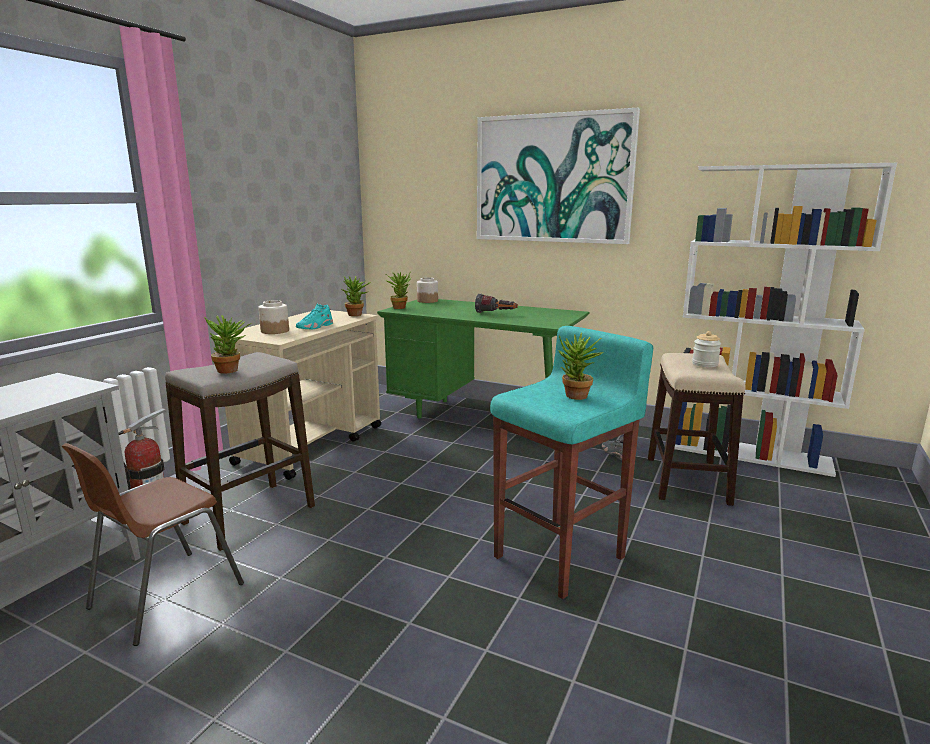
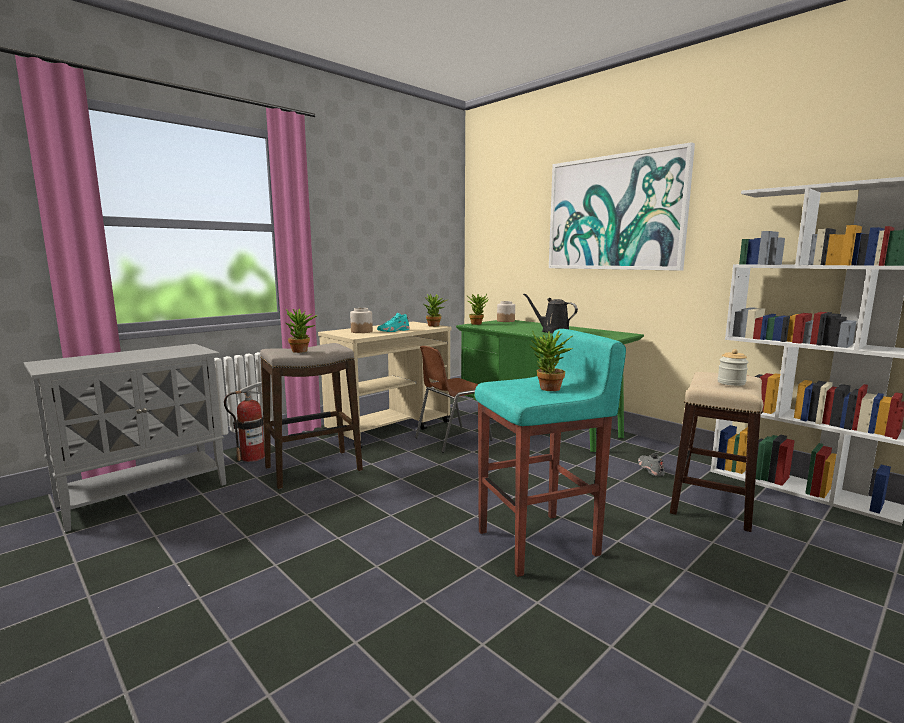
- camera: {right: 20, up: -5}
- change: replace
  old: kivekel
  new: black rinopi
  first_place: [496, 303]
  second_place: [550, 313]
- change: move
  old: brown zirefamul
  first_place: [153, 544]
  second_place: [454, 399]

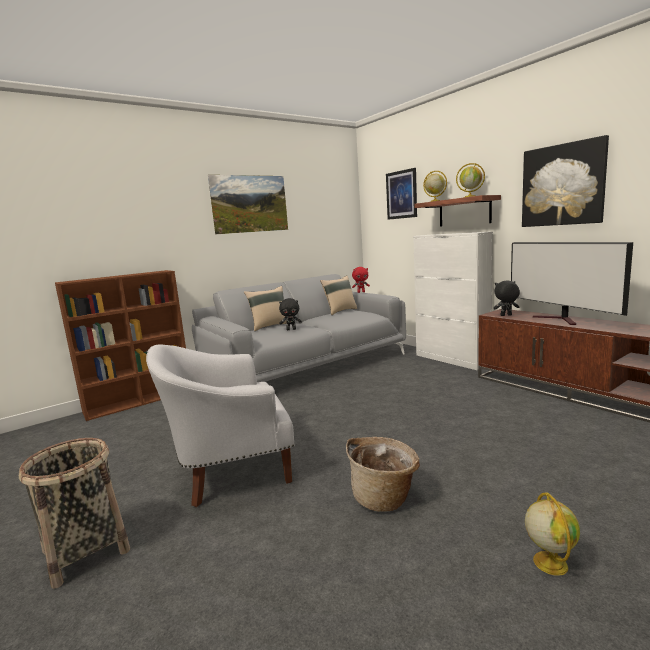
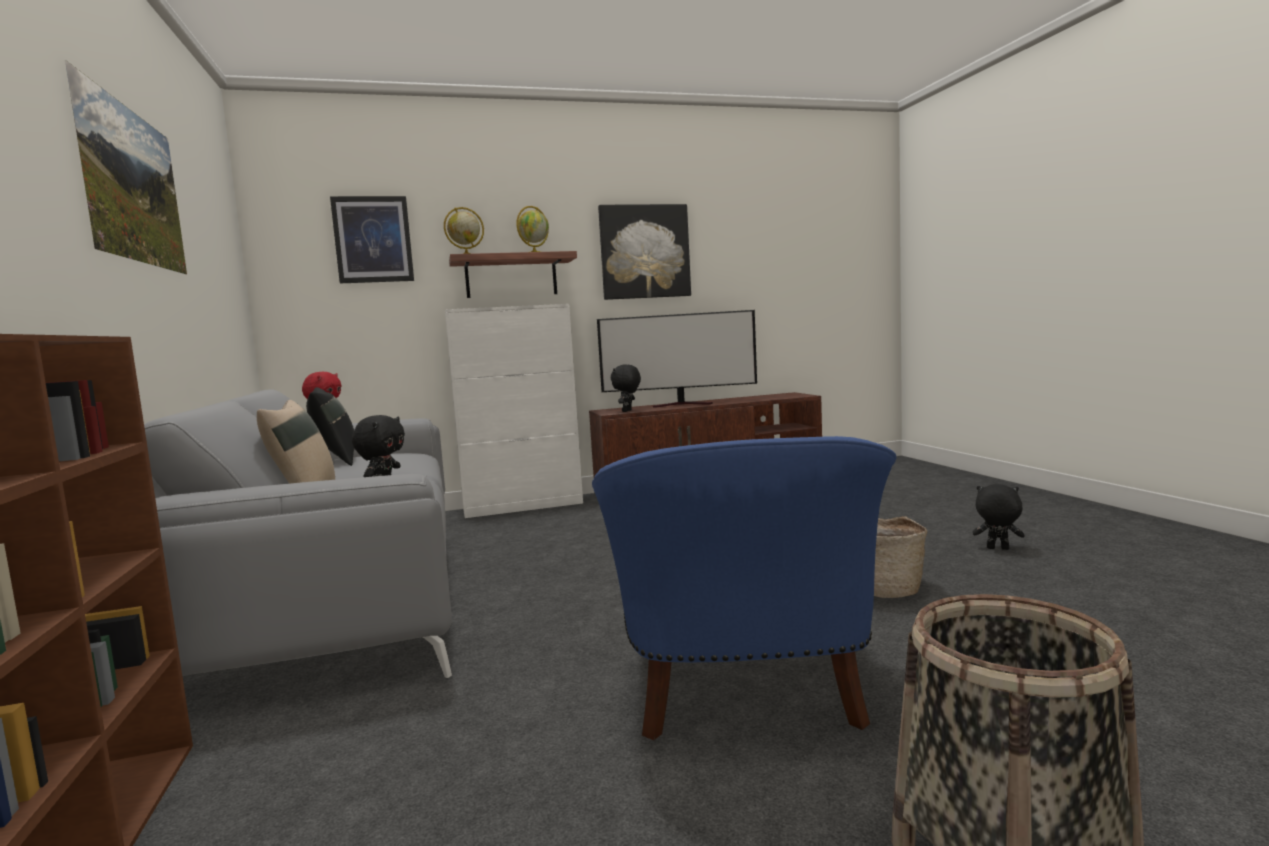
- camera: {right: -70, up: -5}
- change: recolor
  old: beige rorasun
  new: black rorasun
  first_place: [338, 295]
  second_place: [330, 426]
- change: recolor
  old: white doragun
  new: blue doragun
  first_place: [220, 425]
  second_place: [744, 588]
- change: replace
  old: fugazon
  new: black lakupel
  first_place: [552, 534]
  second_place: [998, 517]

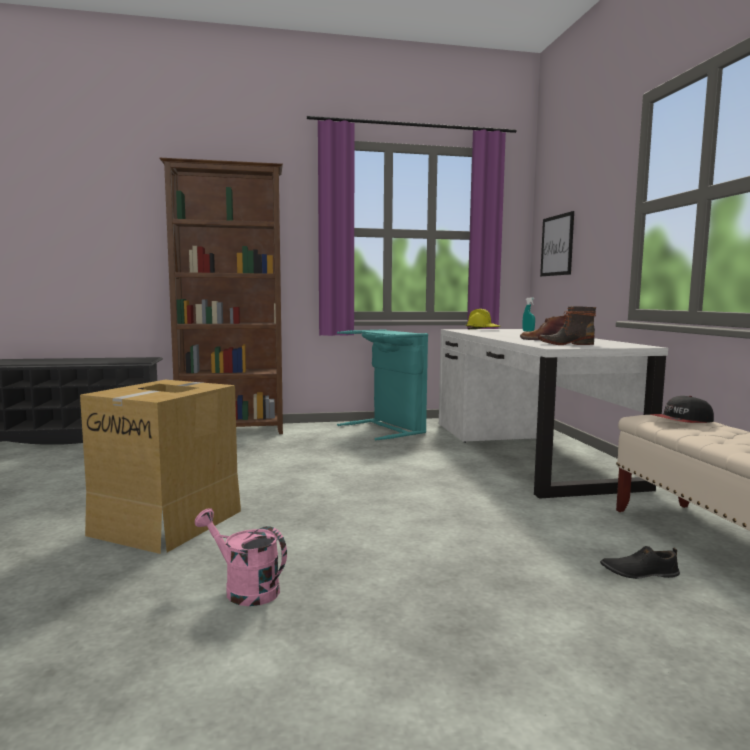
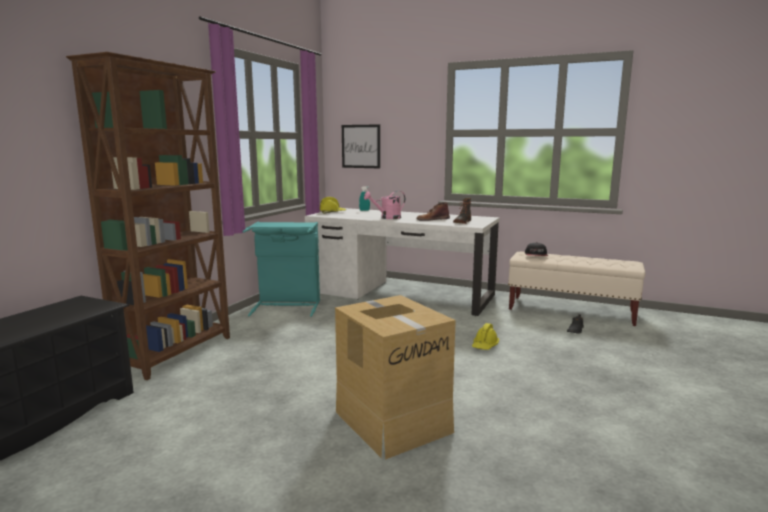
- camera: {right: -55, up: 5}
- change: move
  old: pink rinopi
  first_place: [241, 557]
  second_place: [384, 205]
- change: insert
  new: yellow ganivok
  second_place: [485, 336]

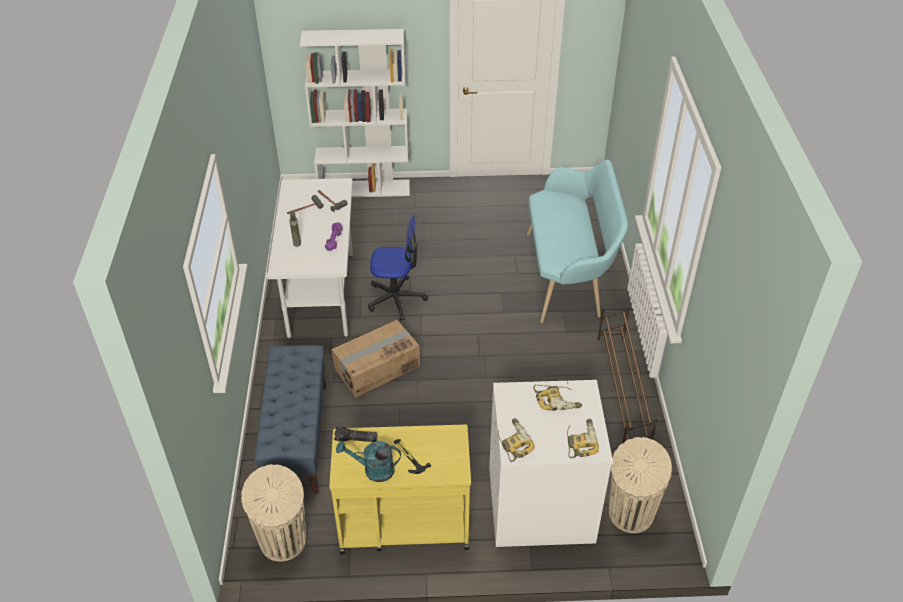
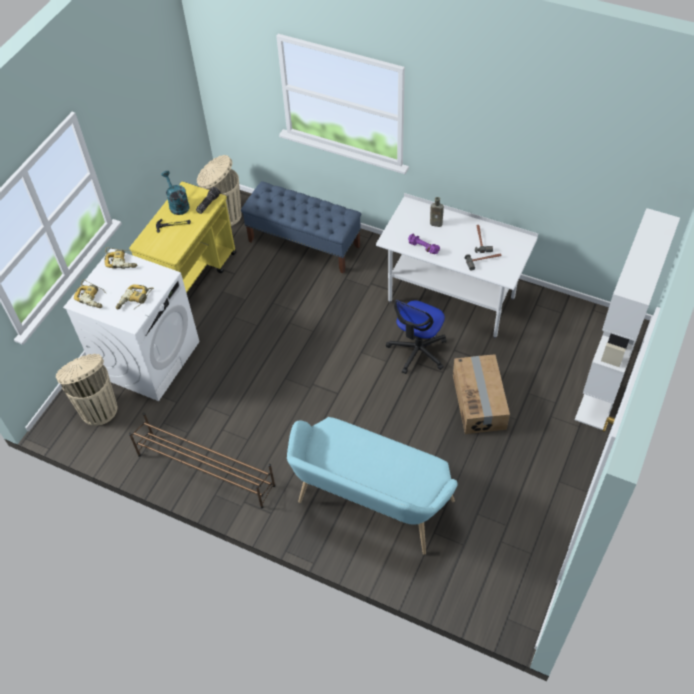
- camera: {right: 120, up: 10}
- change: move
  old: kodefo
  first_place: [376, 359]
  second_place: [481, 394]
- change: rotate
  old: turquoise rinopi
  first_place: [368, 461]
  second_place: [175, 193]
  degrees: -60

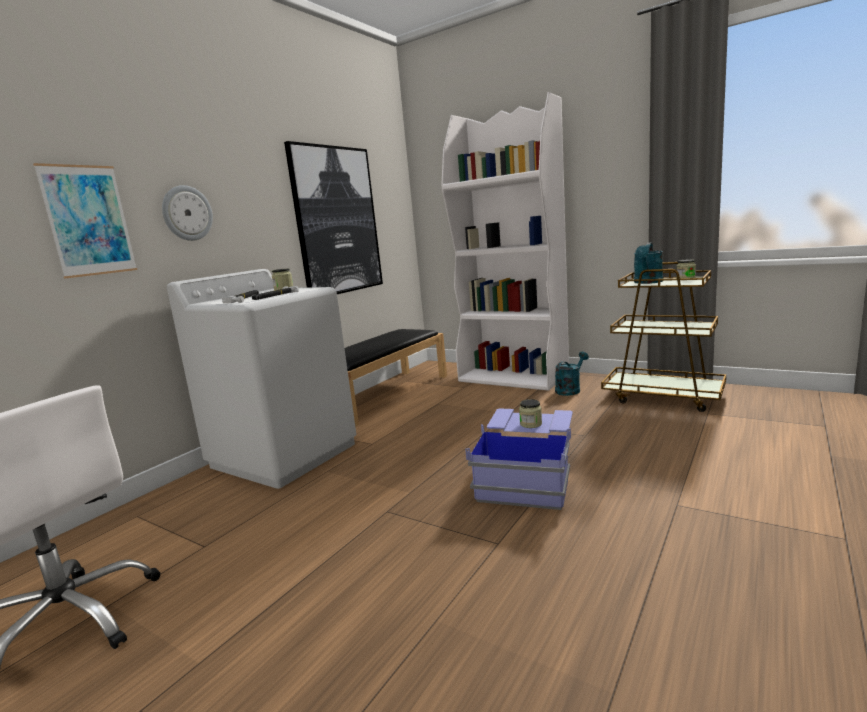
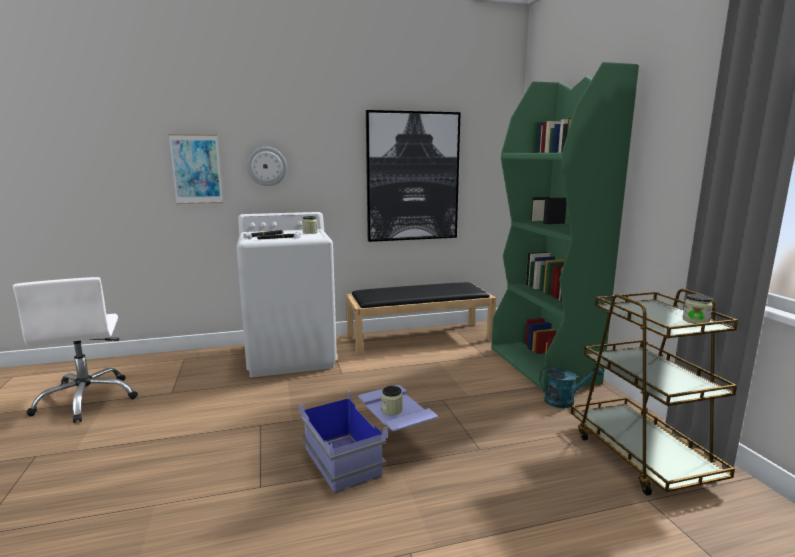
- camera: {right: 40, up: 0}
- change: recolor
  old: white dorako
  new: green dorako
  first_place: [505, 241]
  second_place: [565, 227]
- change: delete
  old: turquoise rinopi
  first_place: [648, 263]

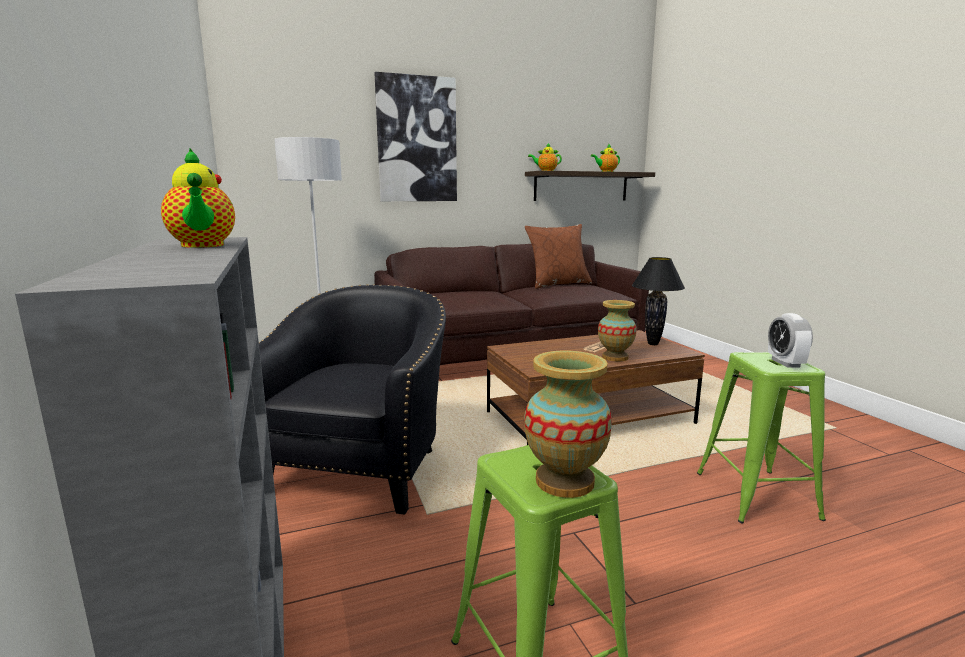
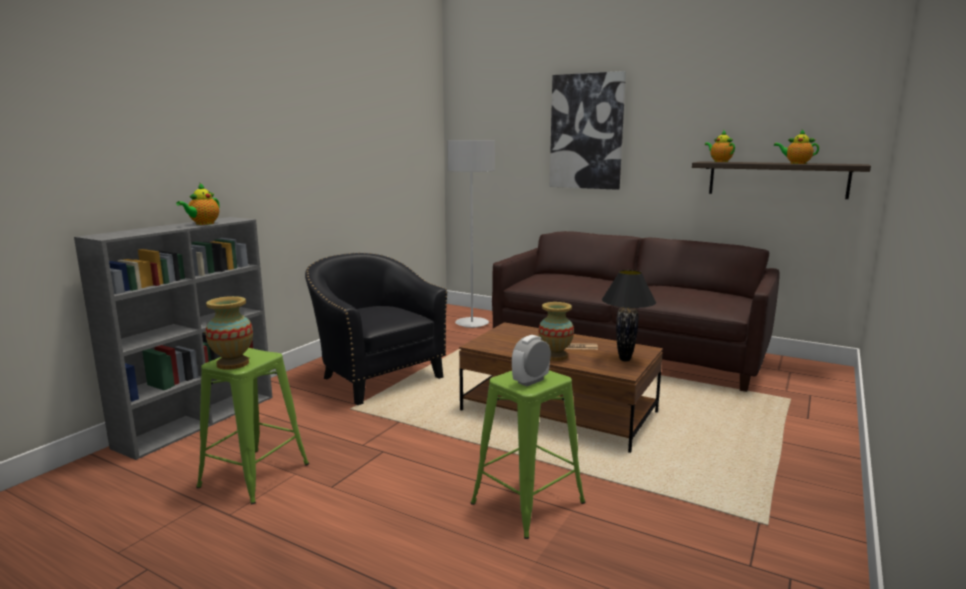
- camera: {right: 50, up: 0}
- change: delete
  old: brown rorasun
  first_place: [558, 256]
- change: rotate
  old: black doragun
  first_place: [352, 399]
  second_place: [376, 329]
  degrees: -105

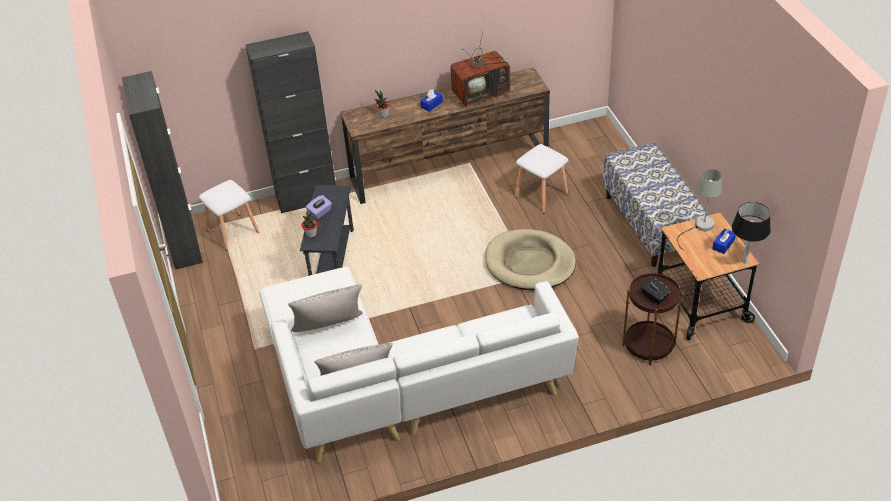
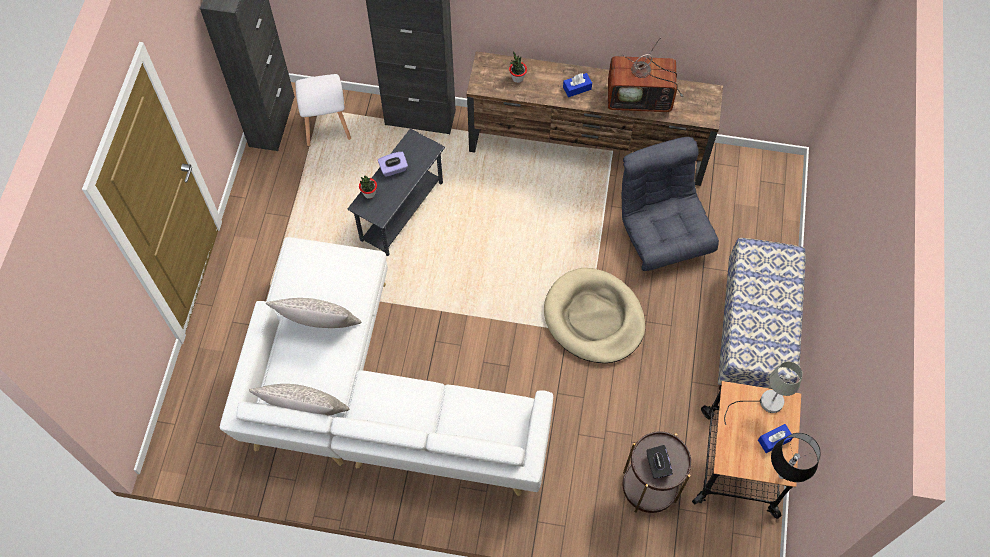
- camera: {right: 25, up: 20}
- change: replace
  old: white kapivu
  new: grey doragun
  first_place: [541, 178]
  second_place: [670, 204]

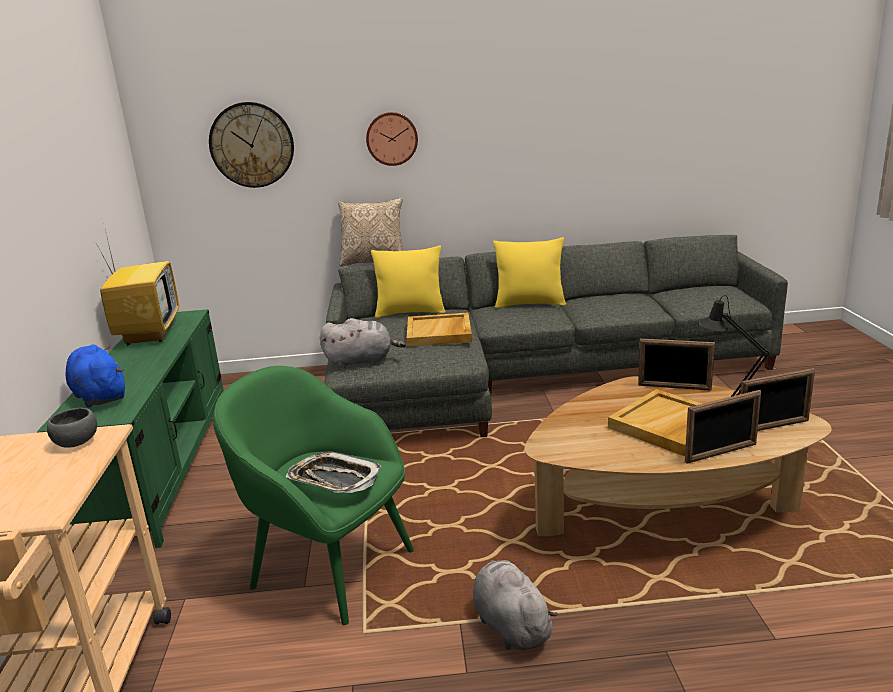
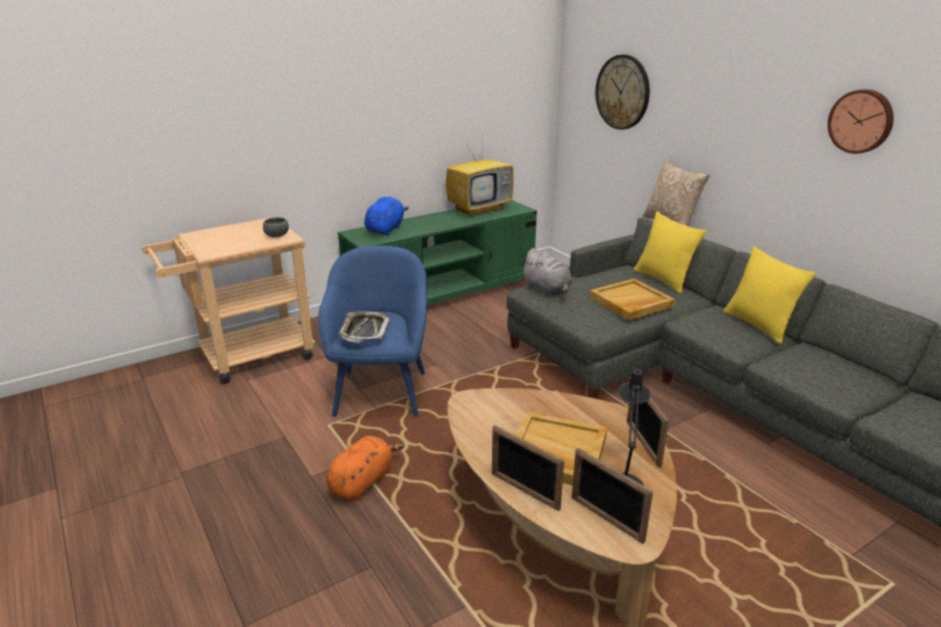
- camera: {right: 60, up: 5}
- change: move
  old: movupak
  first_place: [392, 139]
  second_place: [860, 121]
- change: recolor
  old: green doragun
  new: blue doragun
  first_place: [313, 495]
  second_place: [372, 331]
- change: recolor
  old: grey lakupel
  new: orange lakupel
  first_place: [515, 605]
  second_place: [365, 468]

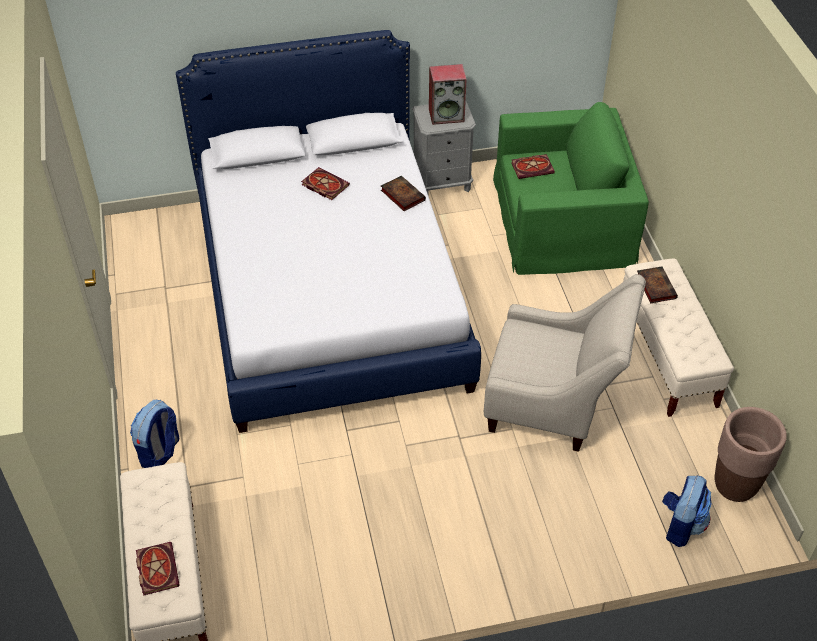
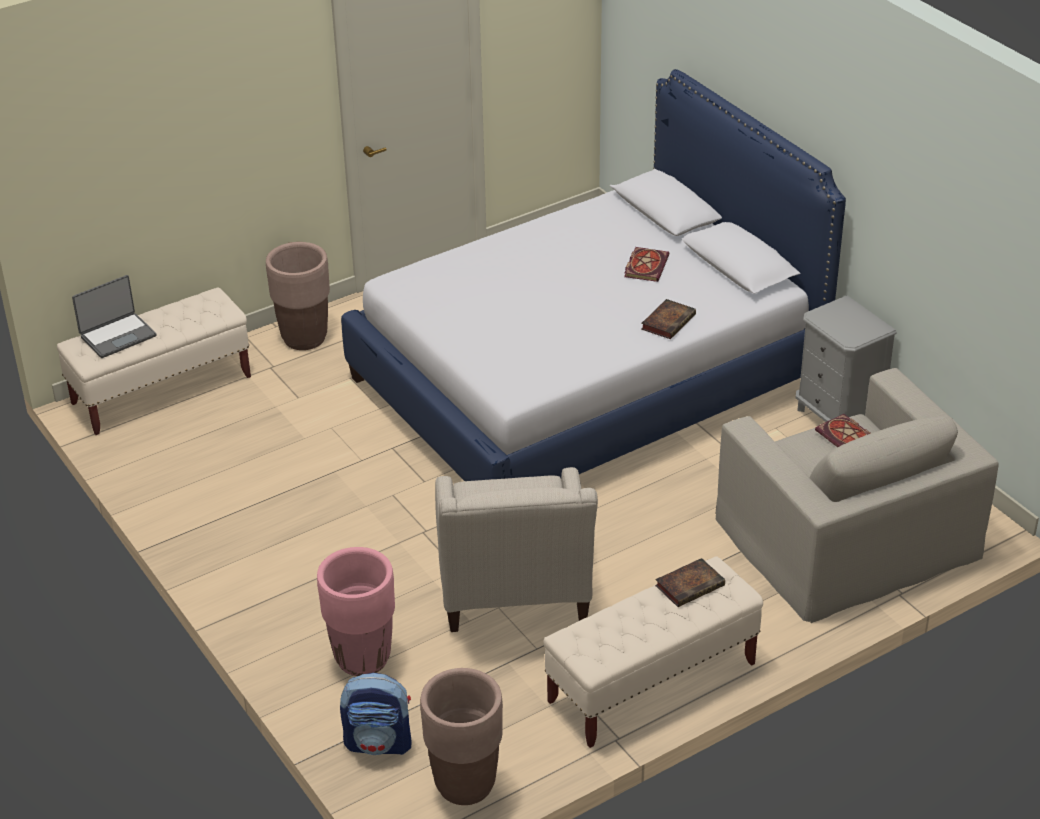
- camera: {right: 70, up: -10}
- change: delete
  old: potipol
  first_place: [448, 94]
- change: recolor
  old: green doragun
  new: beige doragun
  first_place: [571, 188]
  second_place: [857, 495]
- change: replace
  old: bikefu
  new: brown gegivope
  first_place: [154, 434]
  second_place: [298, 296]
- change: replace
  old: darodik
  new: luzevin
  first_place: [158, 569]
  second_place: [114, 316]
- change: insert
  new: pink gegivope
  second_place: [356, 611]

